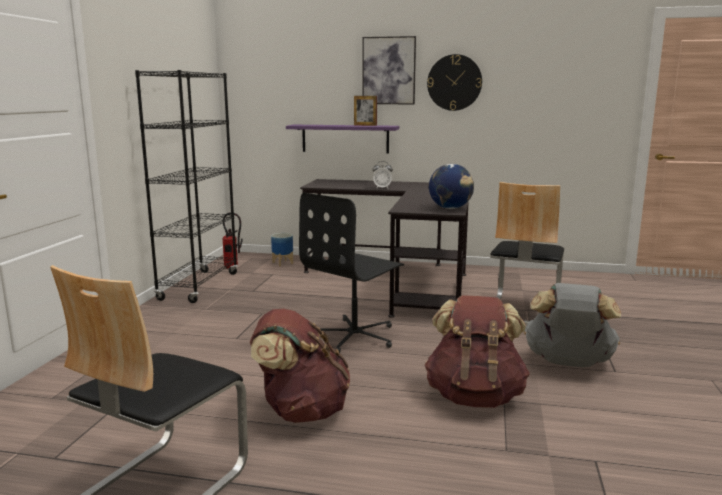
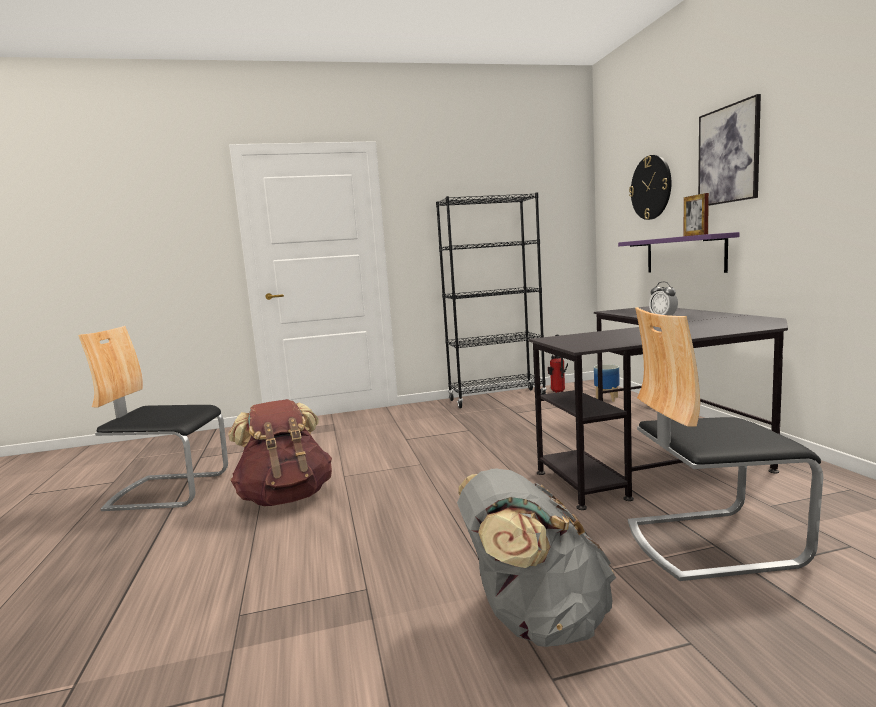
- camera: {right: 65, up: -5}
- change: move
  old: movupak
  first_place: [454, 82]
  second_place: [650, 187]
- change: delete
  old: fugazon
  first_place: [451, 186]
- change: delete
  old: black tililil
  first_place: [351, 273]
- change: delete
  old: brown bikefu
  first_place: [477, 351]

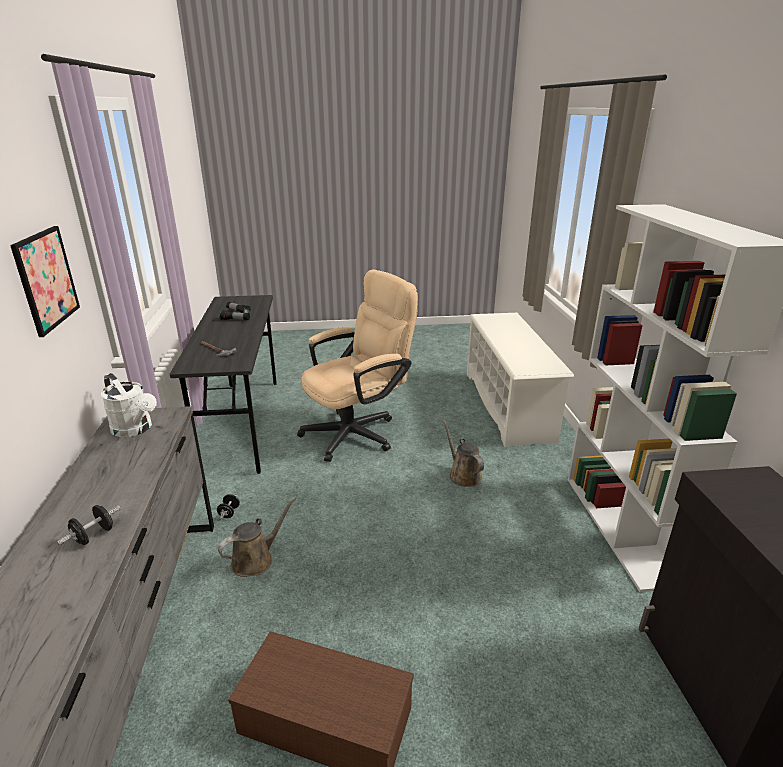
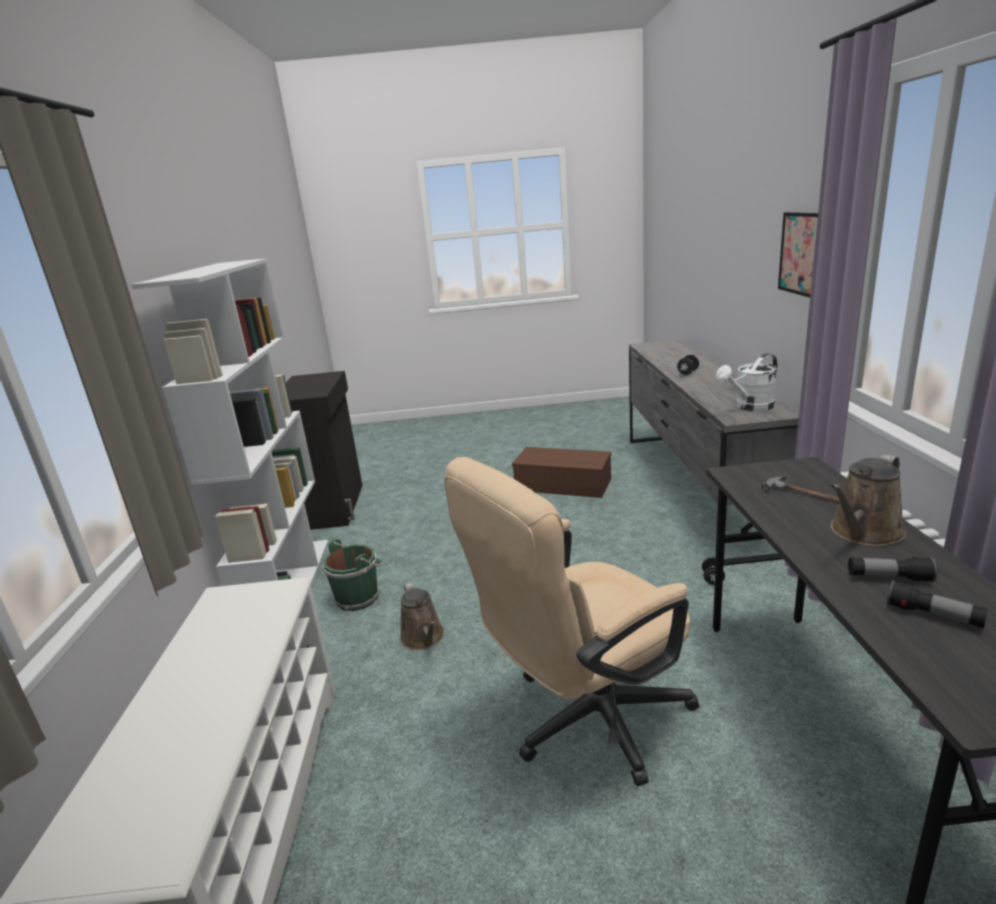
- camera: {right: -175, up: -5}
- change: rotate
  old: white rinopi
  first_place: [129, 405]
  second_place: [747, 382]
  degrees: -75
- change: move
  old: brown rinopi
  first_place: [257, 536]
  second_place: [868, 501]
- change: insert
  new: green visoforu
  second_place: [351, 575]

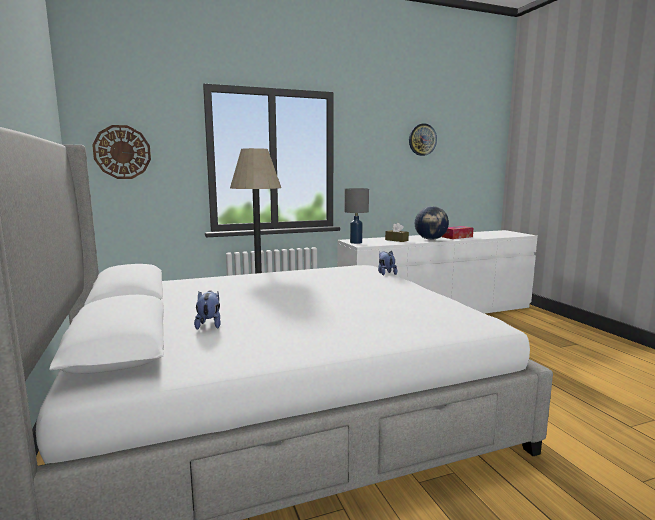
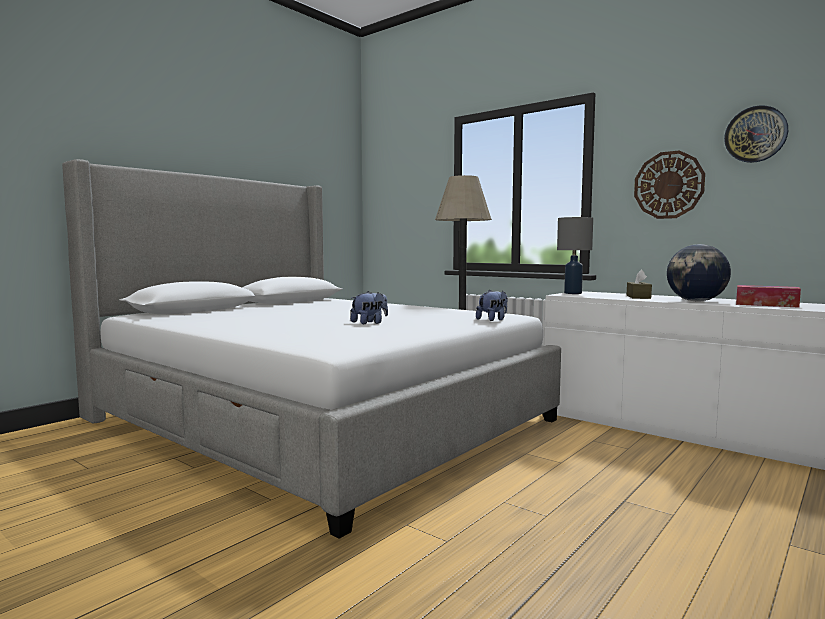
- camera: {right: 60, up: -5}
- change: move
  old: movupak
  first_place: [121, 152]
  second_place: [669, 184]
- change: move
  old: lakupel
  first_place: [207, 310]
  second_place: [369, 307]

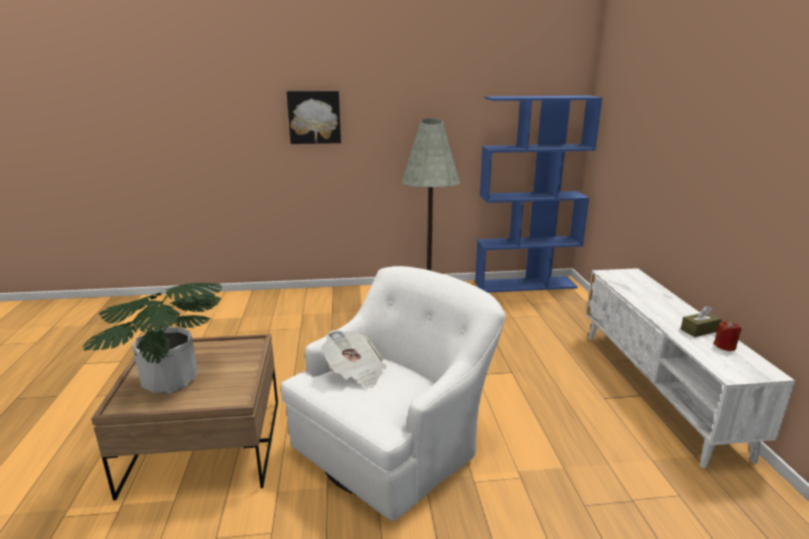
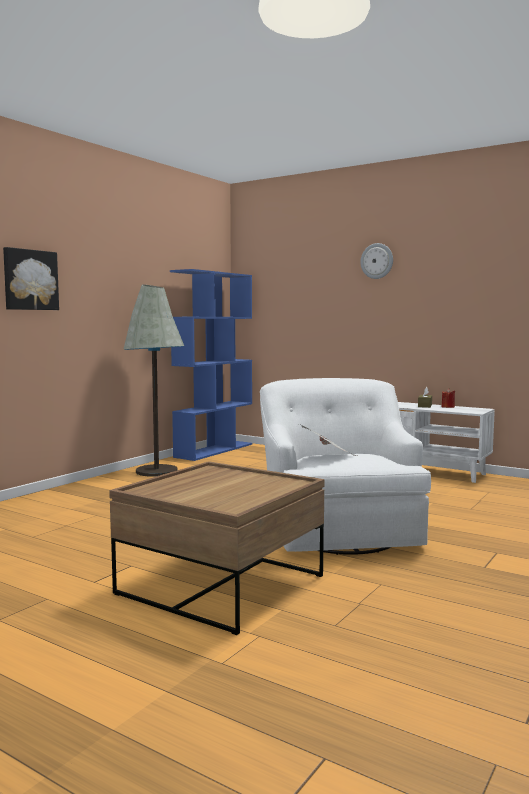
- camera: {right: -50, up: -15}
- change: delete
  old: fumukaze
  first_place: [152, 338]
- change: insert
  new: movupak
  second_place: [376, 261]

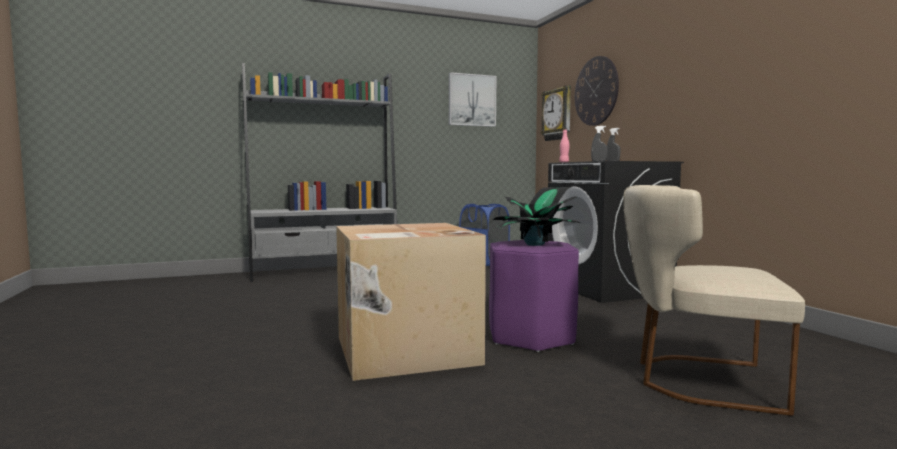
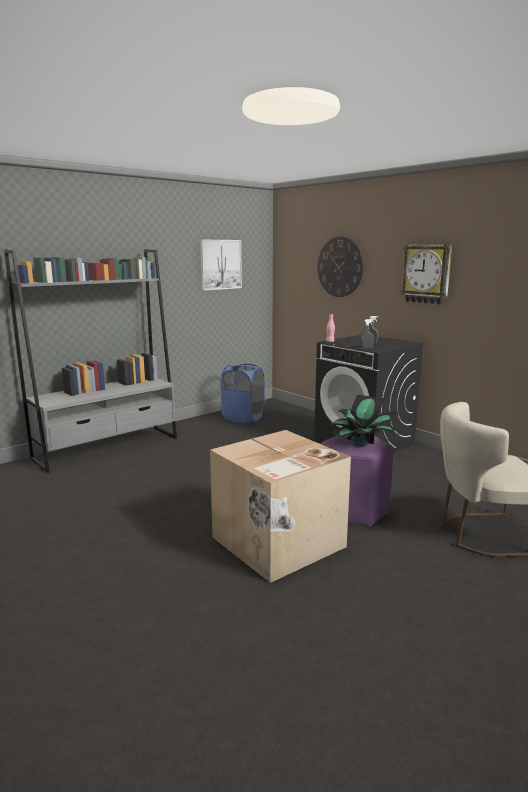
- camera: {right: -20, up: 10}
- change: move
  old: movupak
  first_place: [556, 113]
  second_place: [426, 274]

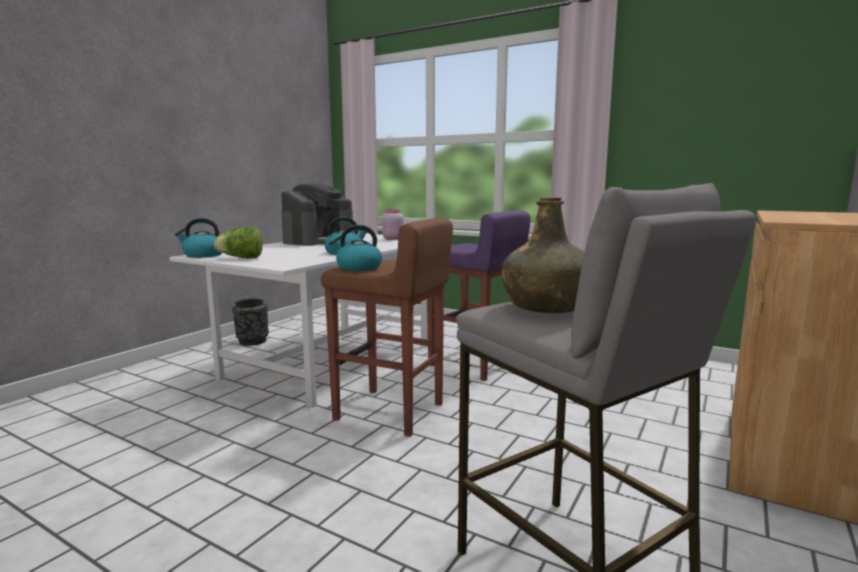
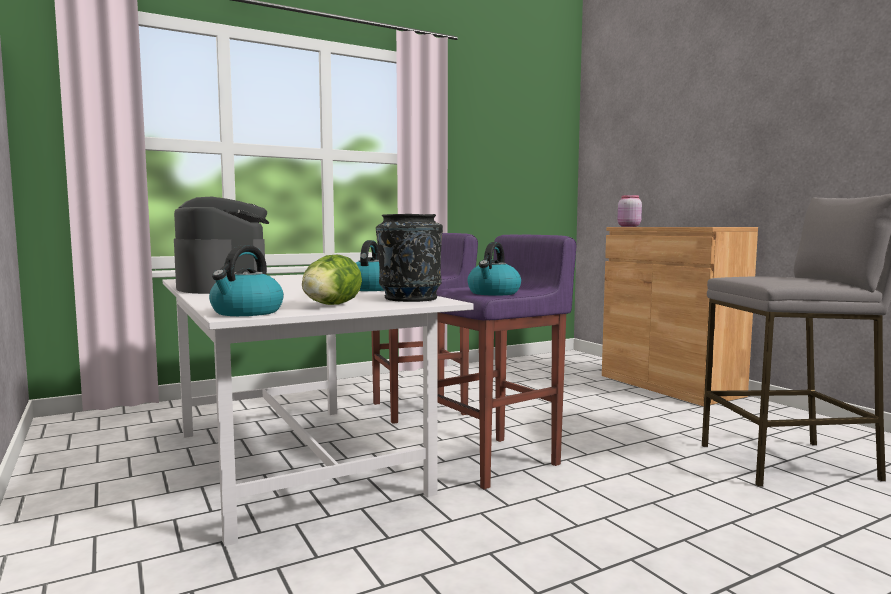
- camera: {right: -60, up: -5}
- change: delete
  old: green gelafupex
  first_place: [543, 255]
- change: move
  old: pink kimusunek
  first_place: [393, 224]
  second_place: [630, 211]
- change: recolor
  old: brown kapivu
  new: purple kapivu
  first_place: [387, 327]
  second_place: [506, 362]
- change: move
  old: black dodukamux
  first_place: [250, 322]
  second_place: [409, 258]

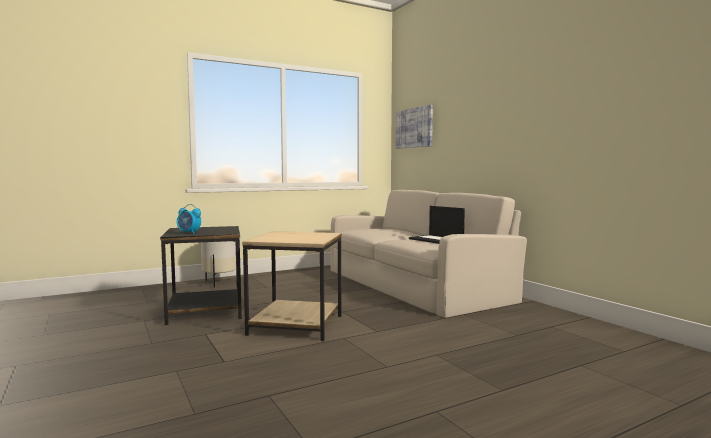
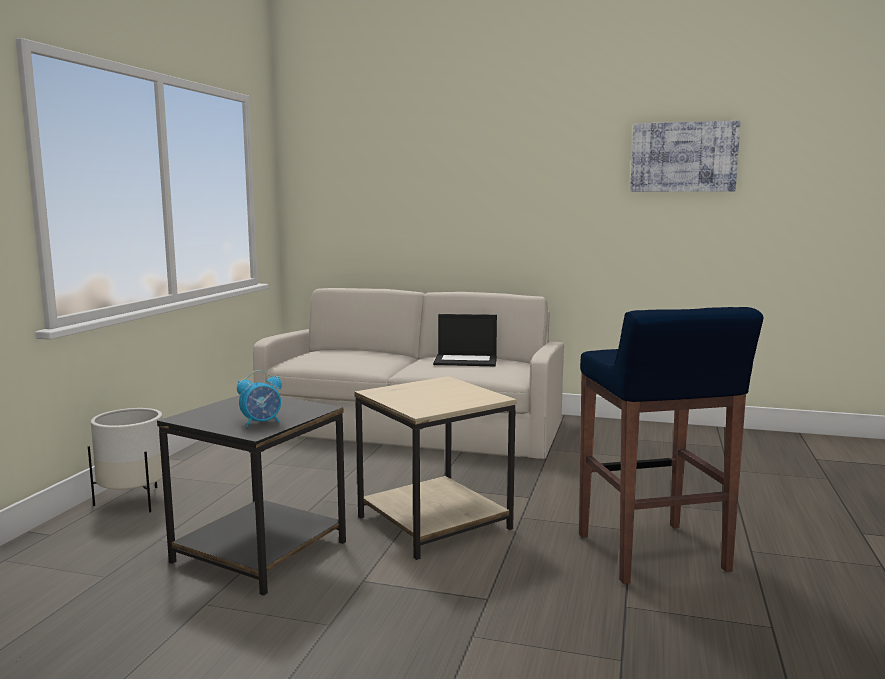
- camera: {right: -45, up: 5}
- change: move
  old: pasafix
  first_place: [414, 127]
  second_place: [685, 156]
- change: insert
  new: blue kapivu
  second_place: [671, 445]

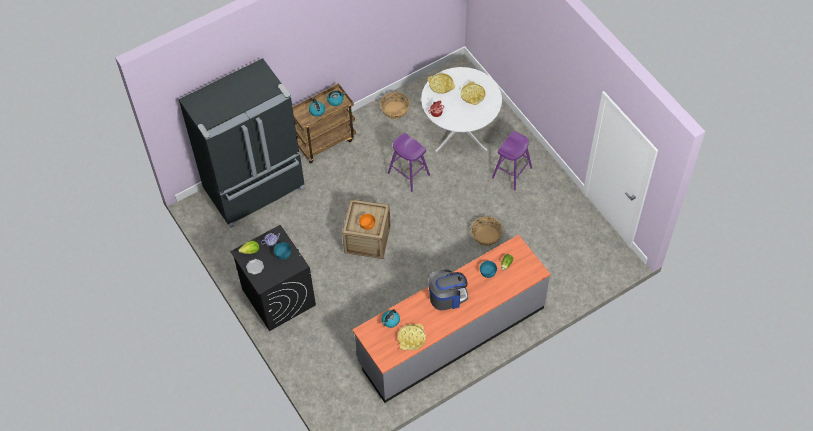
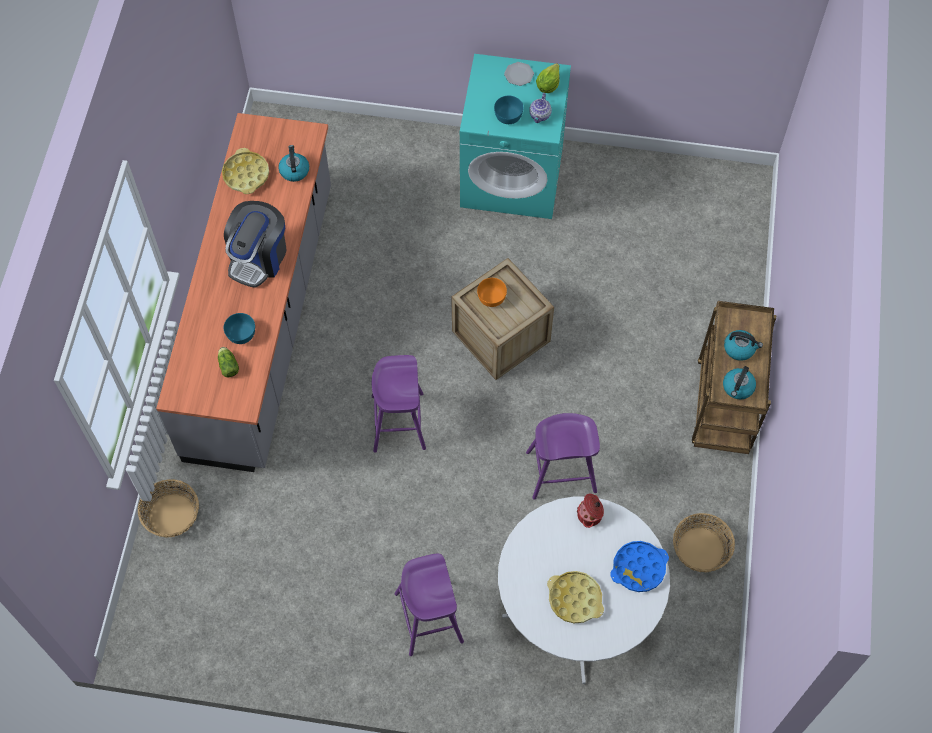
- camera: {right: 130, up: 5}
- change: delete
  old: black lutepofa
  first_place: [242, 143]
- change: recolor
  old: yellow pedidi
  new: blue pedidi
  first_place: [441, 83]
  second_place: [639, 566]
- change: move
  old: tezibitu
  first_place: [487, 231]
  second_place: [168, 508]
- change: recolor
  old: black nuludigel
  new: turquoise nuludigel
  first_place: [273, 278]
  second_place: [515, 136]
- change: insert
  new: purple kapivu
  second_place: [399, 404]

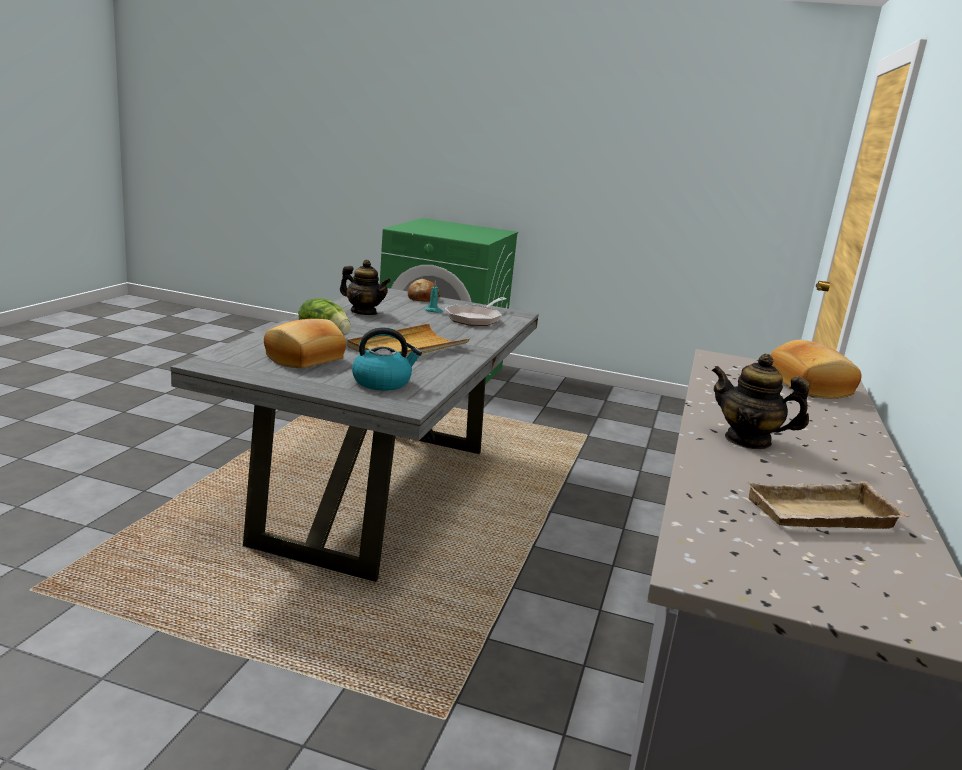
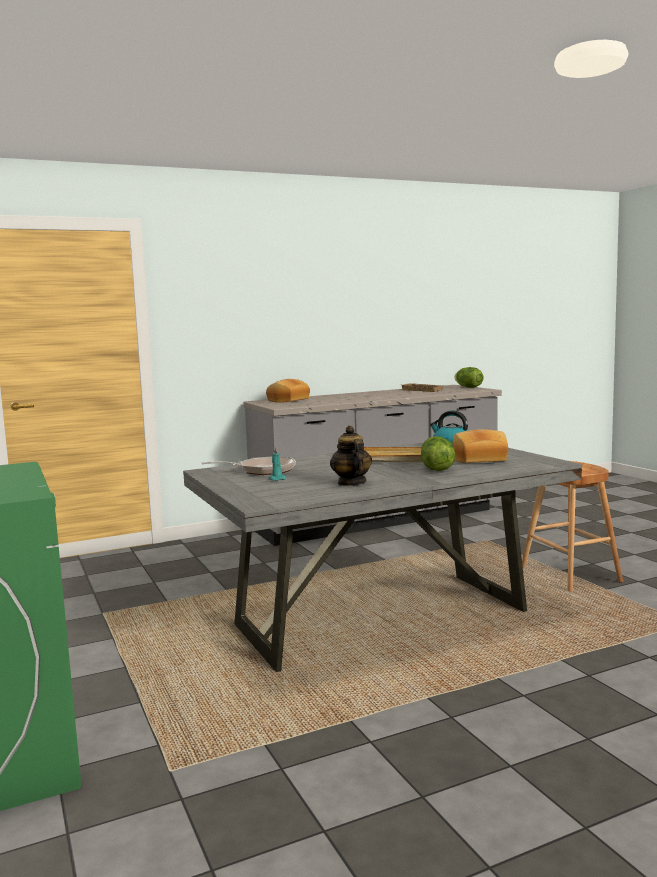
- camera: {right: -130, up: -10}
- change: delete
  old: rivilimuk
  first_place: [424, 290]
- change: delete
  old: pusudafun
  first_place: [761, 401]
- change: insert
  new: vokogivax
  second_place: [469, 377]
- change: insert
  new: brown kapivu
  second_place: [572, 526]

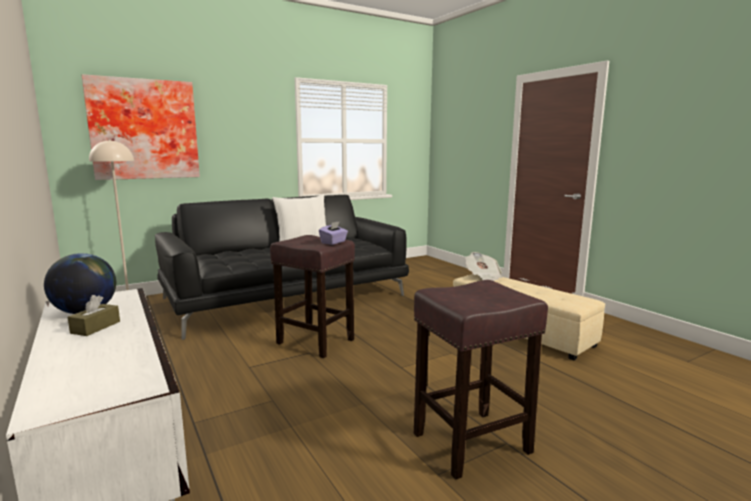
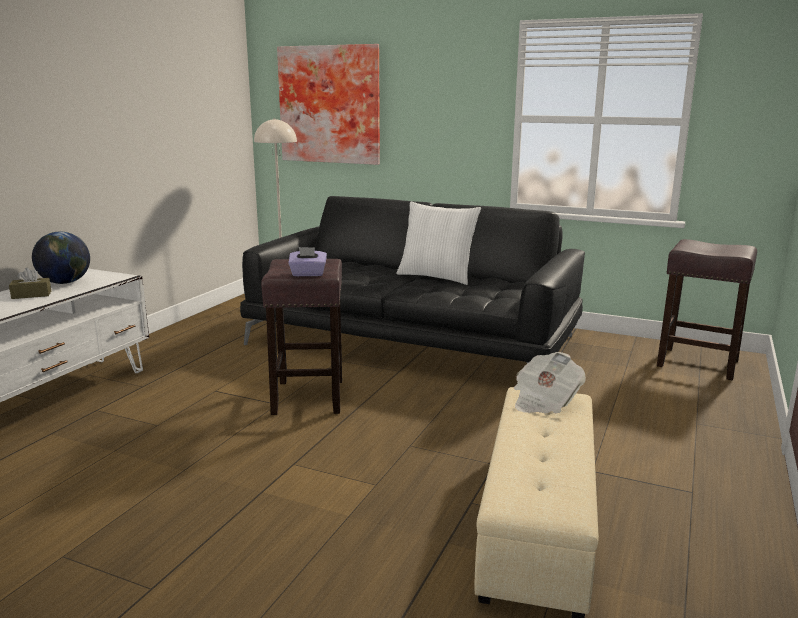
- camera: {right: 55, up: 5}
- change: move
  old: brown kapivu
  first_place: [481, 380]
  second_place: [707, 309]

